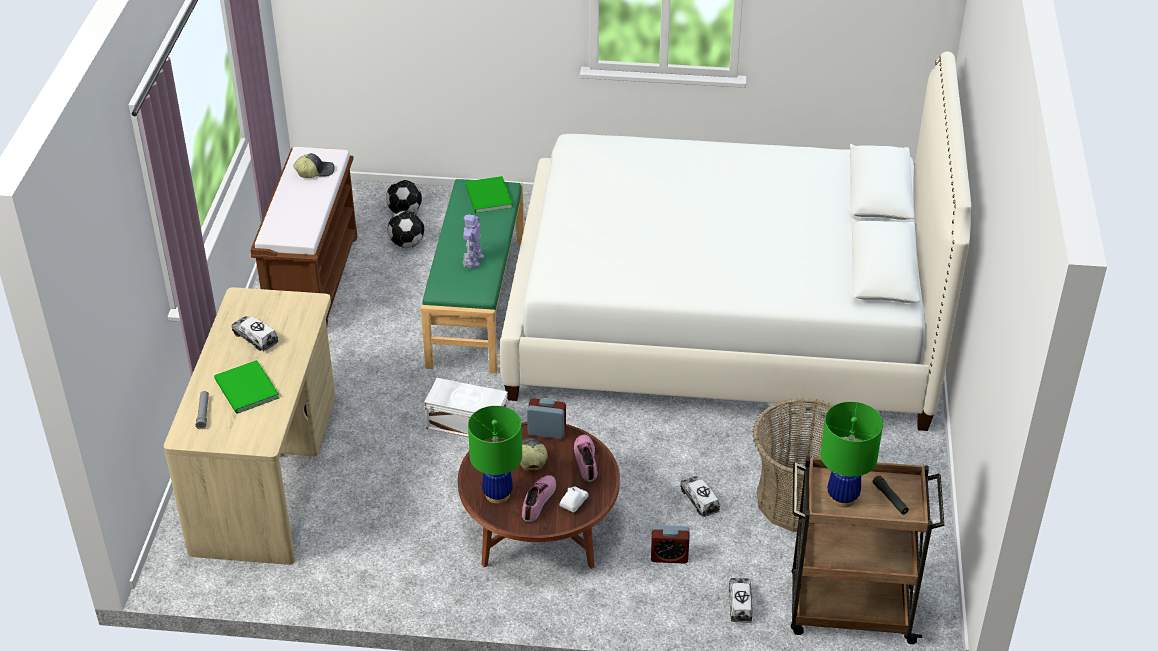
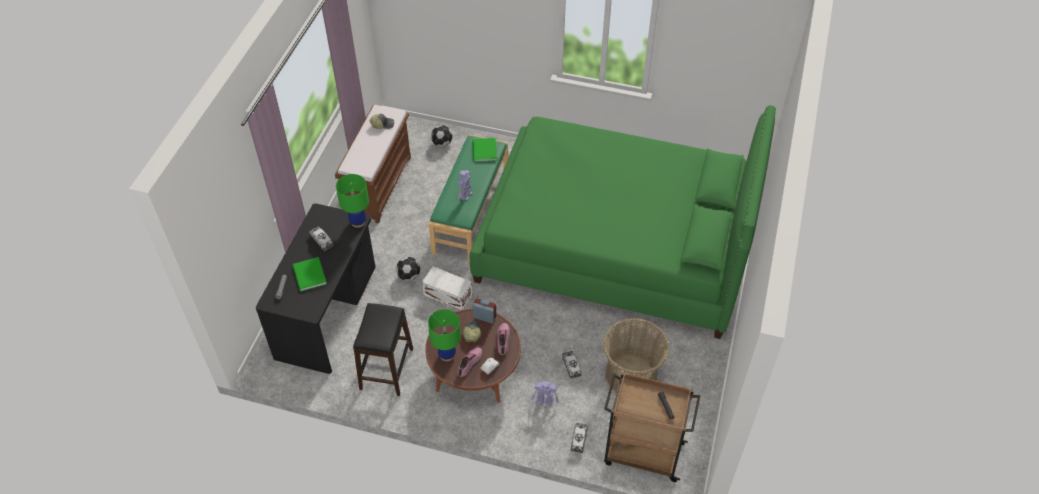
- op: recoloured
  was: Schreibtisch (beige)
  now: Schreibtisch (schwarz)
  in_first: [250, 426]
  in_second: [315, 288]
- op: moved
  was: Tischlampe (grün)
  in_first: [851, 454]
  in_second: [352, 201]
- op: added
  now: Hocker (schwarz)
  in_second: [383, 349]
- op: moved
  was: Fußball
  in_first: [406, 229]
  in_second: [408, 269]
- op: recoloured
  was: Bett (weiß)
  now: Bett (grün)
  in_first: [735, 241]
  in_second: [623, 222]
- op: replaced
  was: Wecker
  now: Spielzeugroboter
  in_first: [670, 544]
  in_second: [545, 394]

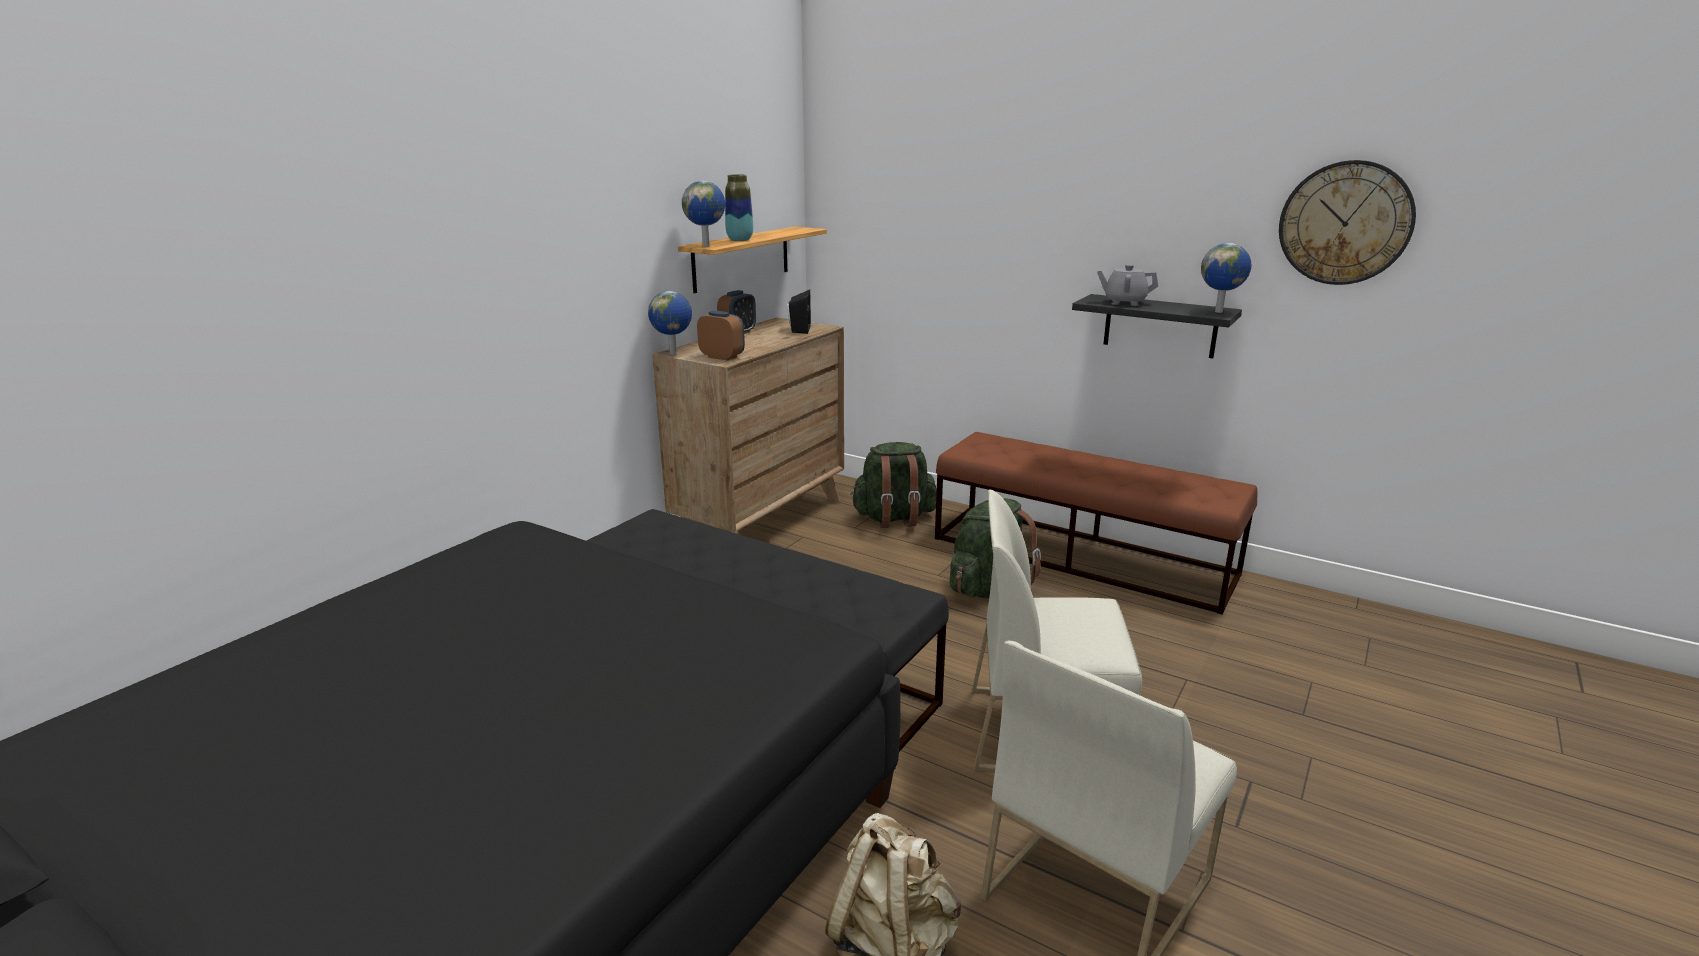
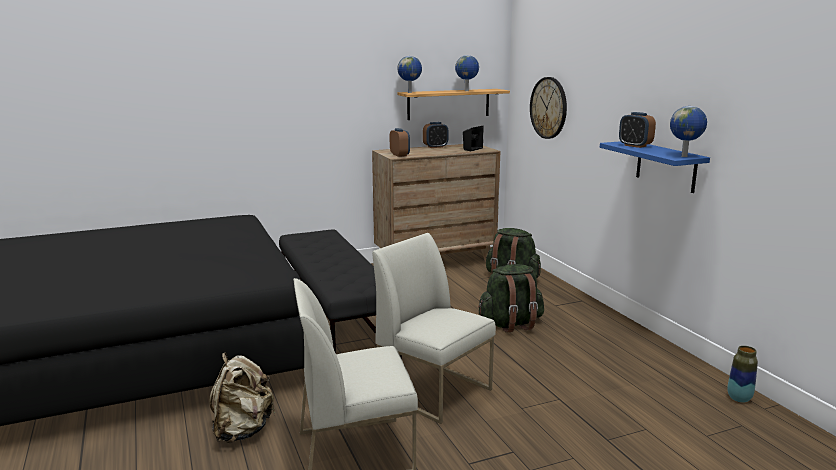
- op: moved
  was: Globus
  in_first: [670, 323]
  in_second: [467, 73]
- op: moved
  was: Wanduhr
  in_first: [1347, 222]
  in_second: [548, 108]
- op: recoloured
  was: Wandregal (schwarz)
  now: Wandregal (blau)
  in_first: [1157, 326]
  in_second: [655, 167]
- op: replaced
  was: Teekanne (grau)
  now: Wecker
  in_first: [1127, 285]
  in_second: [637, 130]
- op: moved
  was: Vase
  in_first: [739, 207]
  in_second: [742, 374]
- op: removed
  was: Bank (braun)
  in_first: [1096, 523]

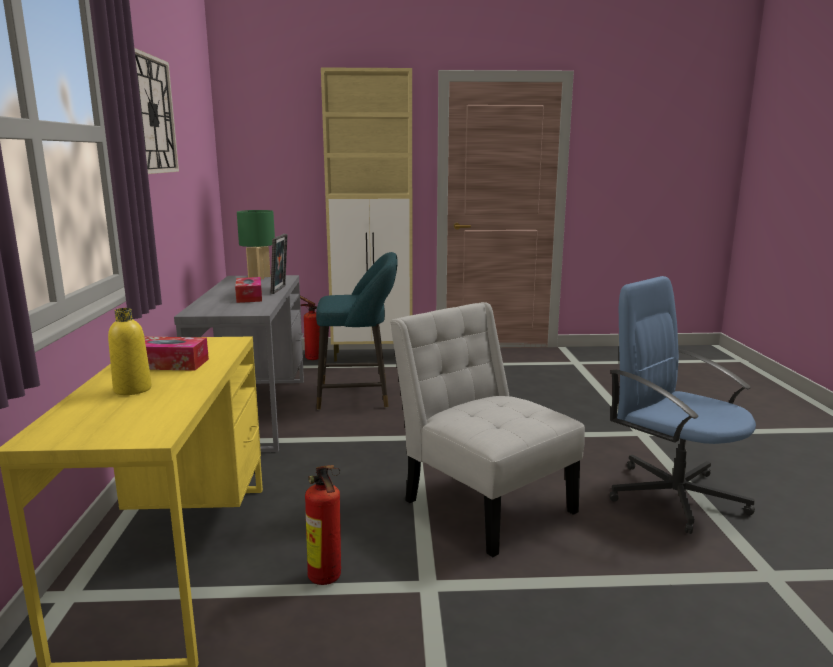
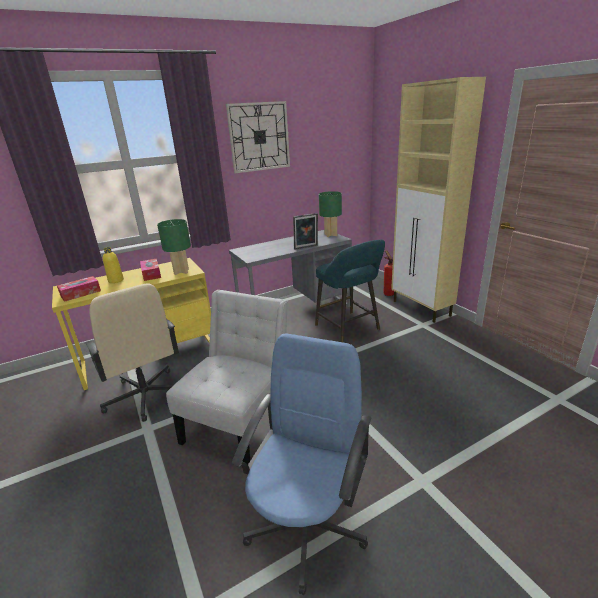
- op: moved
  was: Taschentuchbox
  in_first: [248, 290]
  in_second: [79, 289]
- op: replaced
  was: Feuerlöscher
  now: Bürostuhl (beige)
  in_first: [323, 525]
  in_second: [132, 352]
- op: added
  now: Tischlampe (grün)
  in_second: [174, 247]

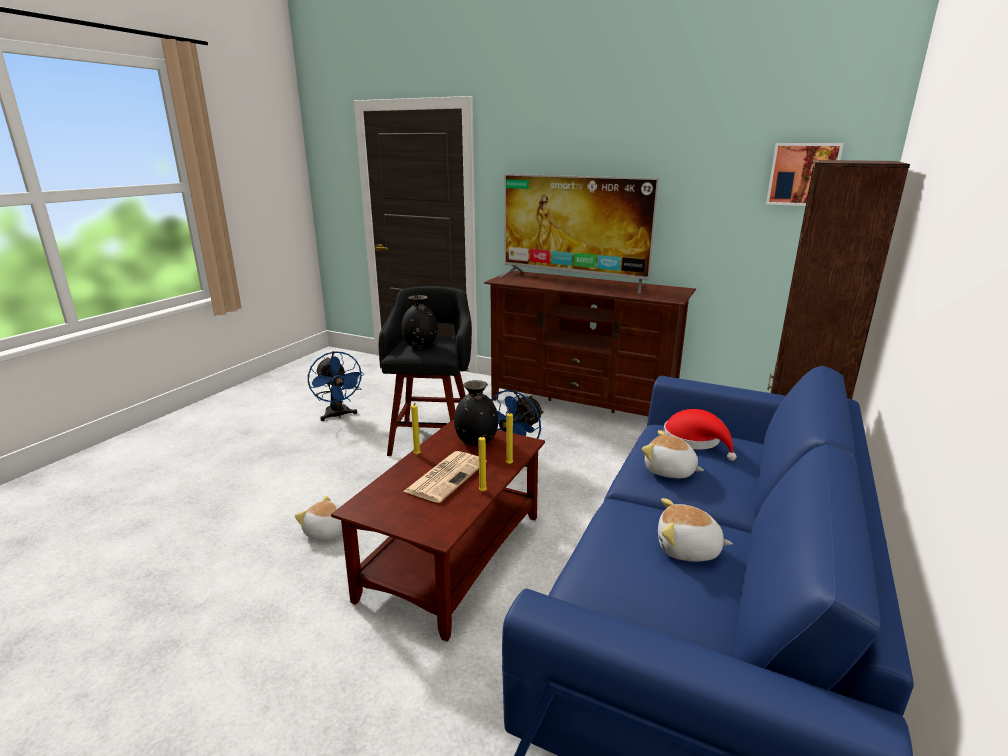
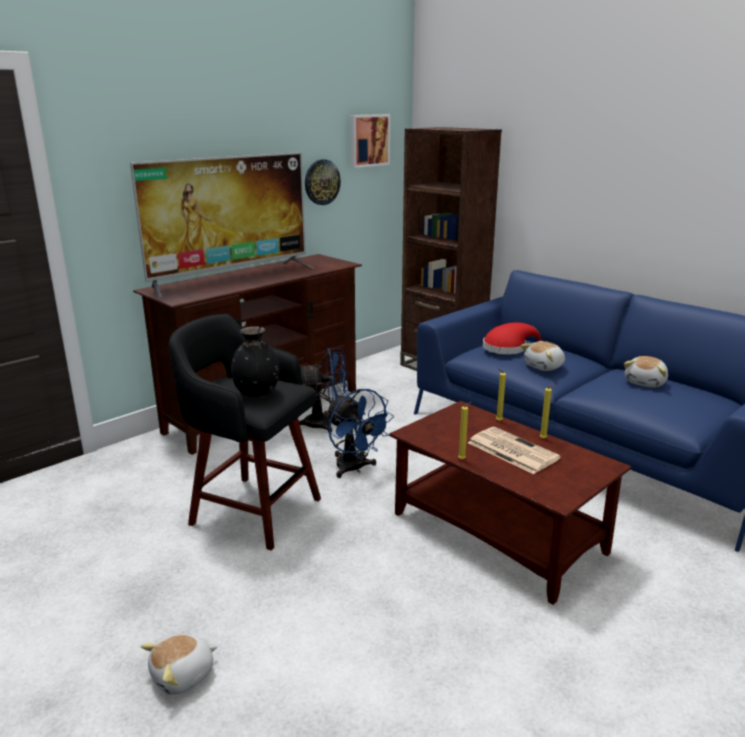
- op: moved
  was: Plüschtier
  in_first: [319, 518]
  in_second: [179, 664]
- op: moved
  was: Ventilator (blau)
  in_first: [336, 386]
  in_second: [323, 390]
- op: added
  now: Wanduhr
  in_second: [323, 182]
- op: removed
  was: Vase (schwarz)
  in_first: [476, 413]

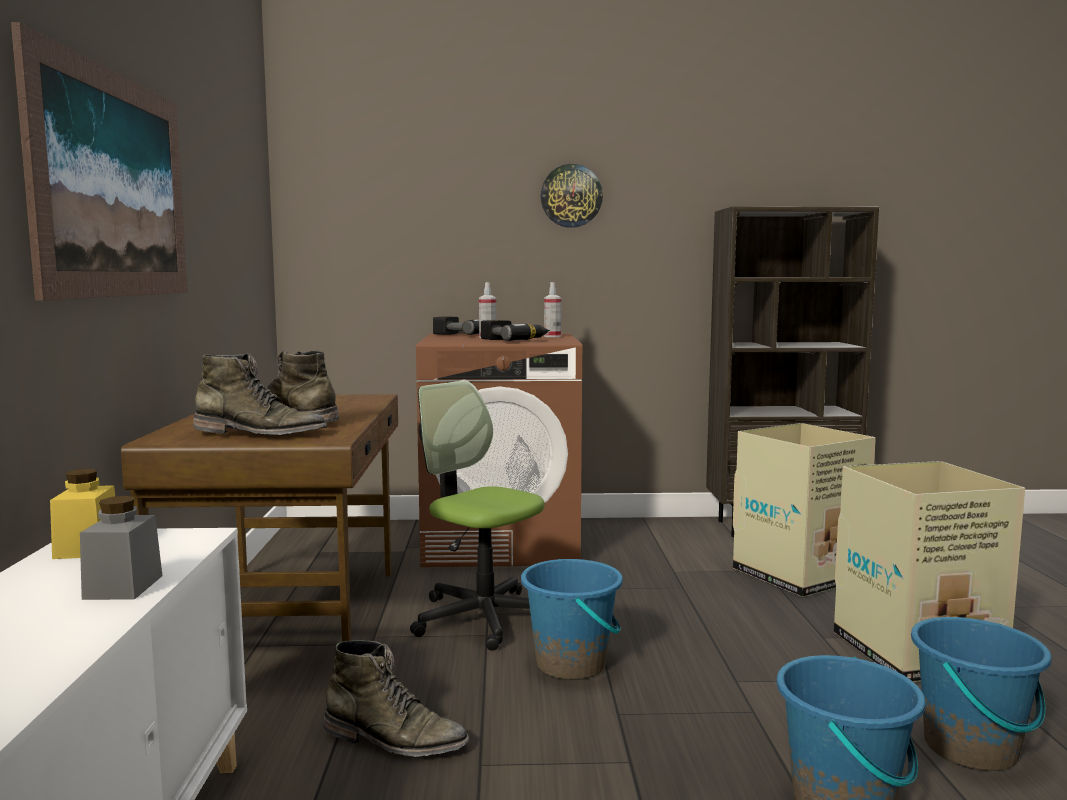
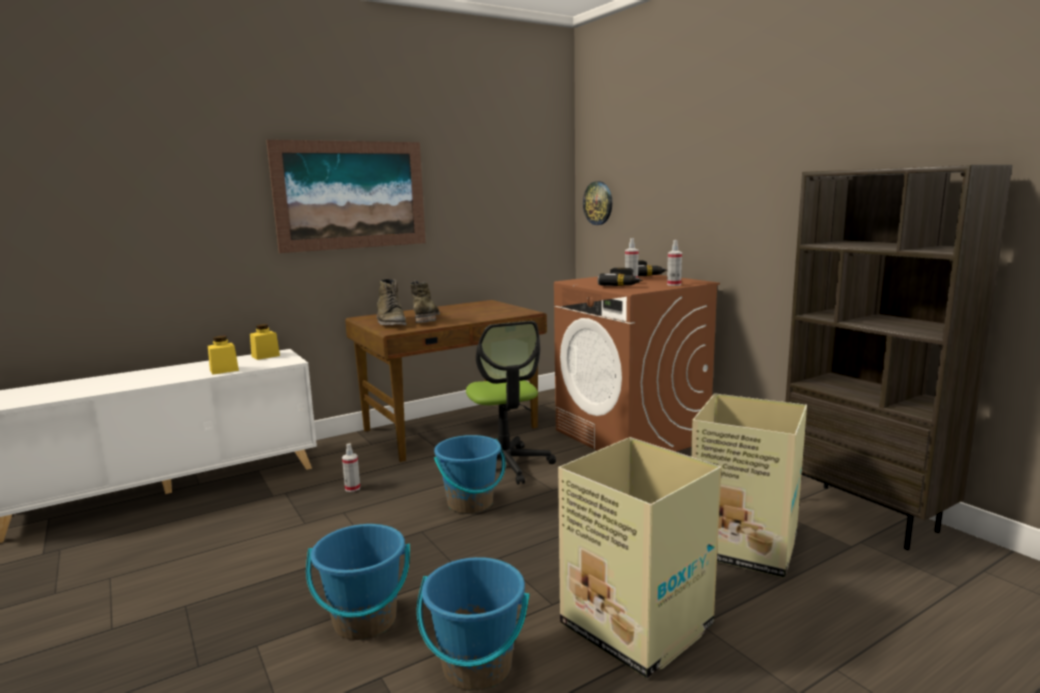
- op: recoloured
  was: Vorratsglas (grau)
  now: Vorratsglas (gelb)
  in_first: [121, 548]
  in_second: [223, 355]
- op: replaced
  was: Stiefel (grün)
  now: Sprühflasche
  in_first: [396, 698]
  in_second: [351, 468]
- op: turned
  was: Bürostuhl
  in_first: [477, 516]
  in_second: [511, 403]
  clockwise: 150
- op: moved
  was: Wanduhr
  in_first: [572, 196]
  in_second: [597, 203]

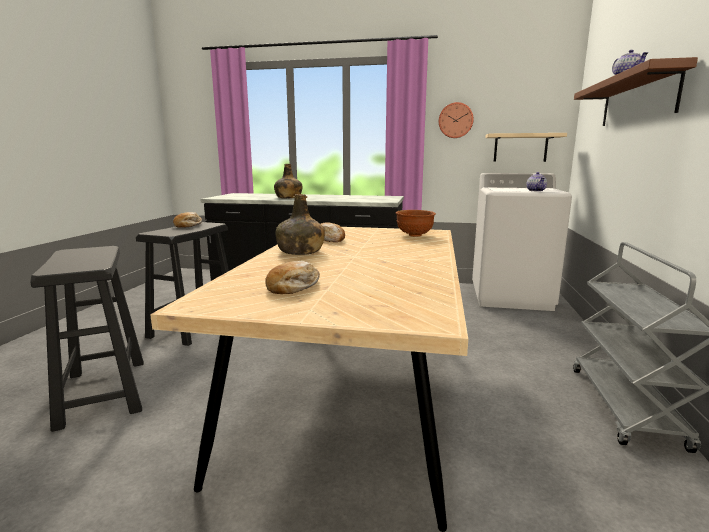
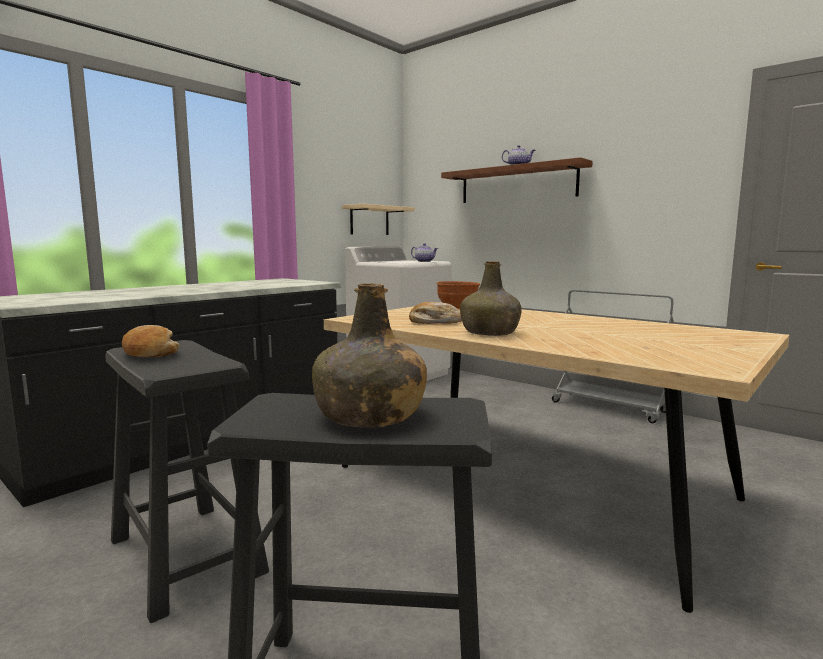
- op: moved
  was: Flasche (grün)
  in_first: [288, 181]
  in_second: [369, 355]
- op: removed
  was: Brot
  in_first: [292, 277]
- op: removed
  was: Wanduhr
  in_first: [456, 120]

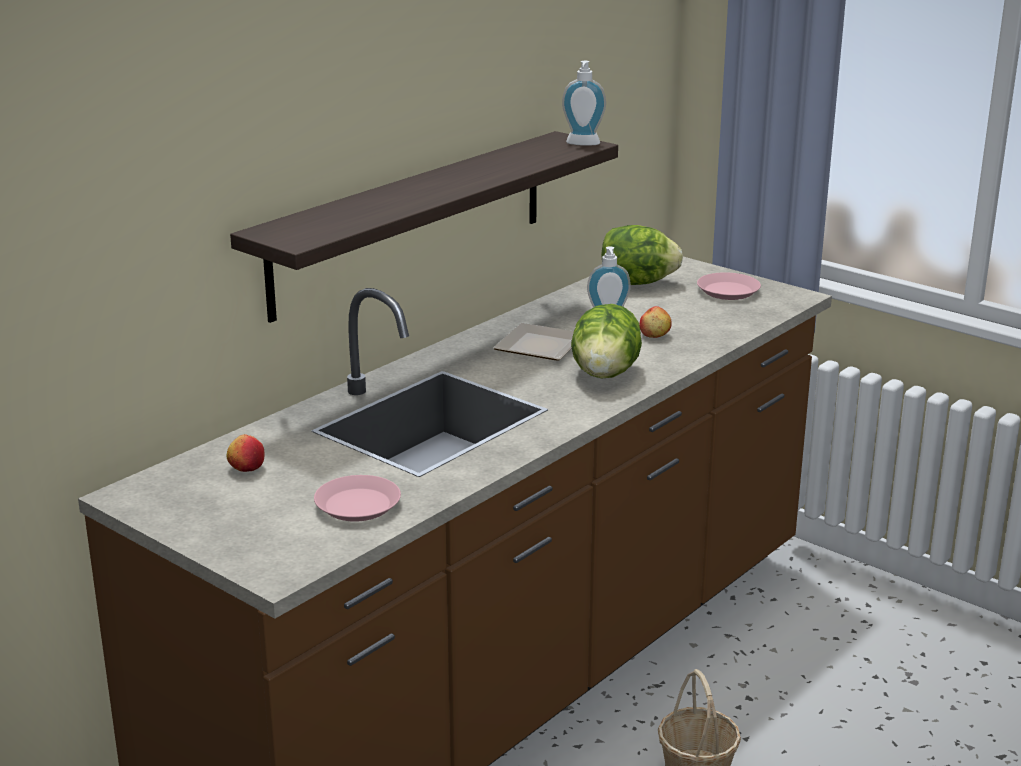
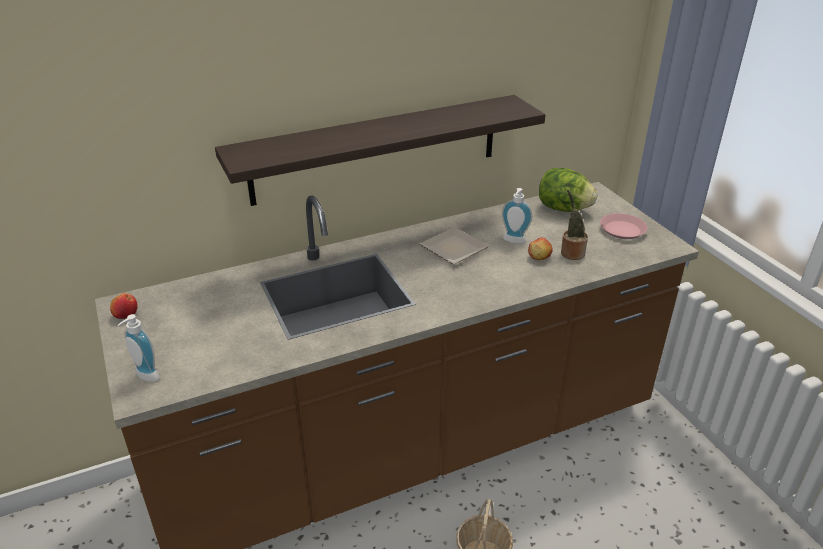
- op: moved
  was: Apfel
  in_first: [245, 453]
  in_second: [124, 306]
- op: moved
  was: Seifenspender
  in_first: [584, 103]
  in_second: [138, 348]
- op: added
  now: Topfpflanze
  in_second: [574, 224]
- op: removed
  was: Teller (rosa)
  in_first: [357, 498]
- op: removed
  was: Salatkopf
  in_first: [606, 341]

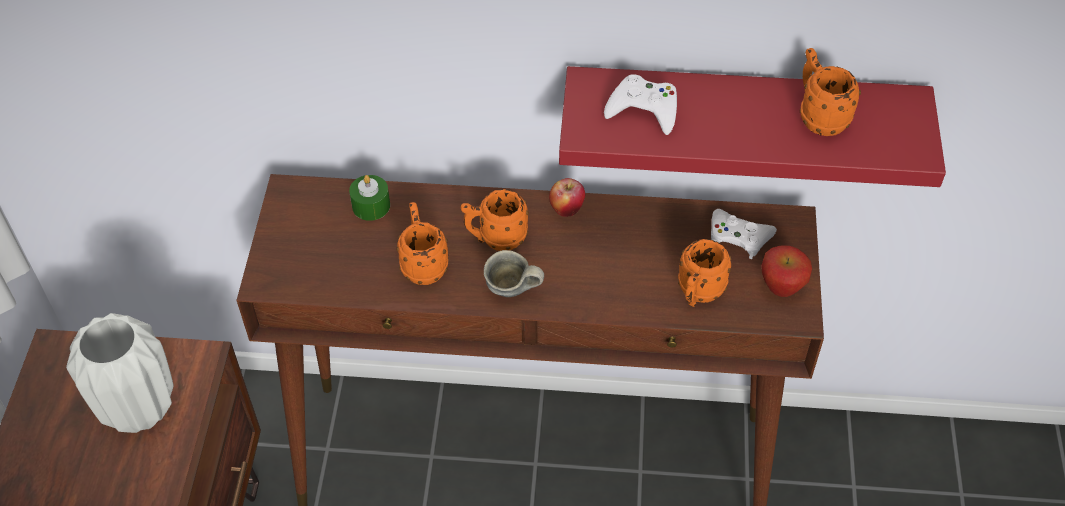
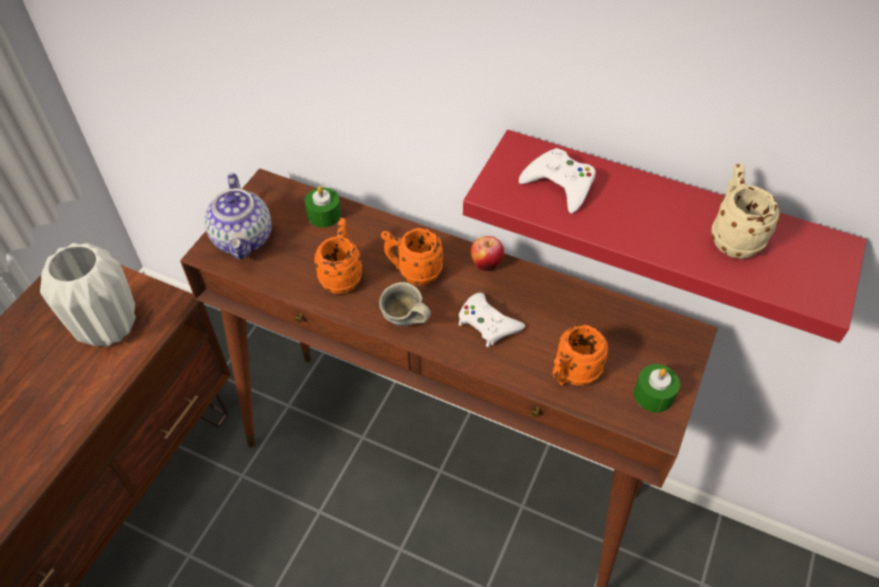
- op: added
  now: Teekanne
  in_second: [238, 216]
- op: moved
  was: Gamepad (weiß)
  in_first: [744, 234]
  in_second: [492, 320]
- op: replaced
  was: Apfel
  now: Kerze (grün)
  in_first: [786, 271]
  in_second: [657, 388]
- op: recoloured
  was: Henkelbecher (orange)
  now: Henkelbecher (beige)
  in_first: [830, 92]
  in_second: [745, 211]

